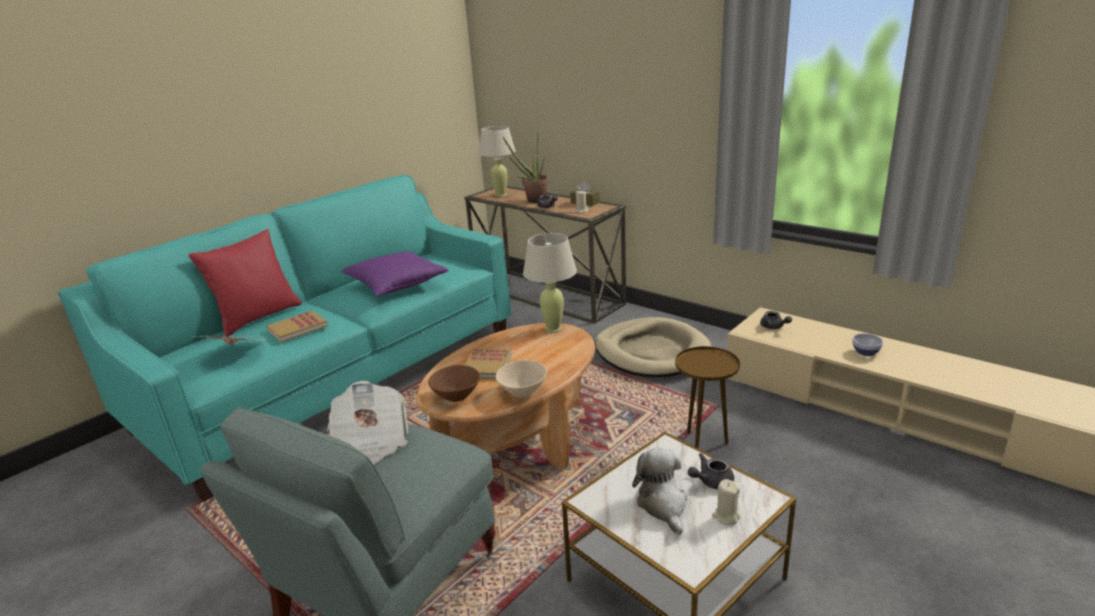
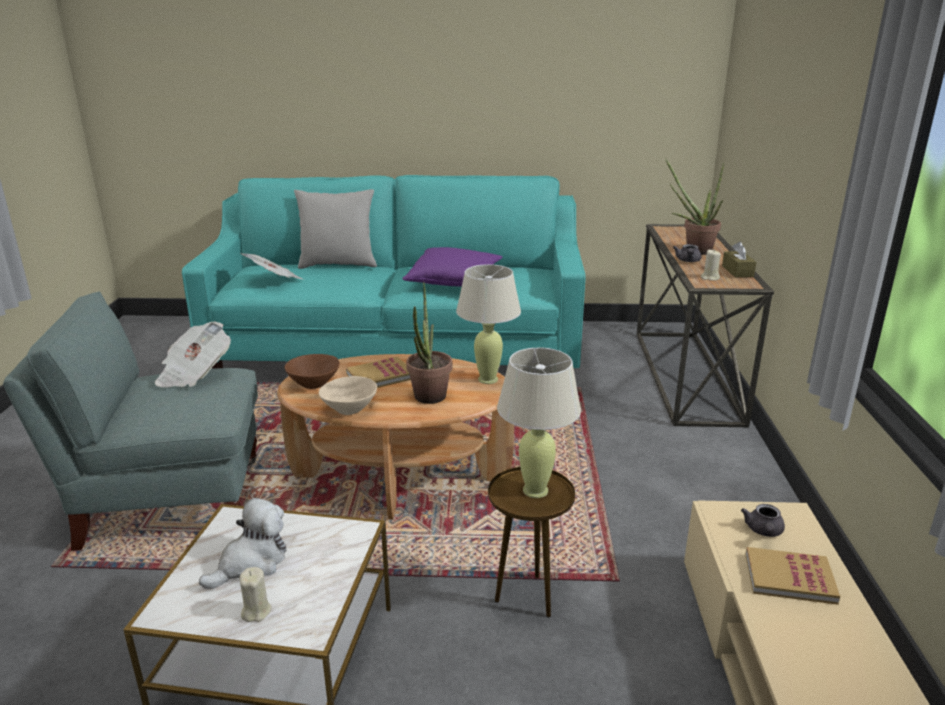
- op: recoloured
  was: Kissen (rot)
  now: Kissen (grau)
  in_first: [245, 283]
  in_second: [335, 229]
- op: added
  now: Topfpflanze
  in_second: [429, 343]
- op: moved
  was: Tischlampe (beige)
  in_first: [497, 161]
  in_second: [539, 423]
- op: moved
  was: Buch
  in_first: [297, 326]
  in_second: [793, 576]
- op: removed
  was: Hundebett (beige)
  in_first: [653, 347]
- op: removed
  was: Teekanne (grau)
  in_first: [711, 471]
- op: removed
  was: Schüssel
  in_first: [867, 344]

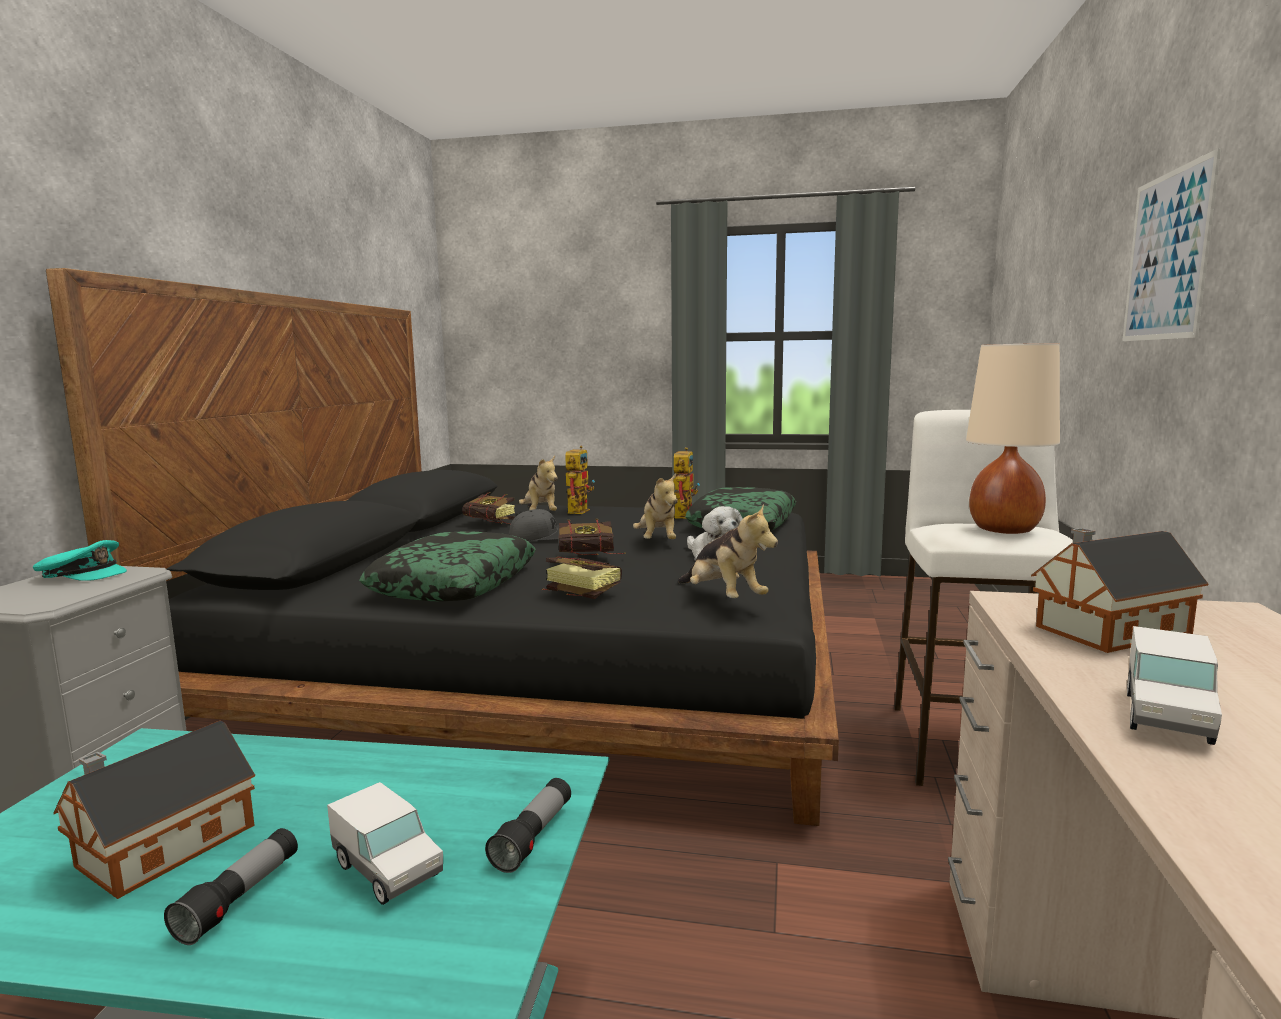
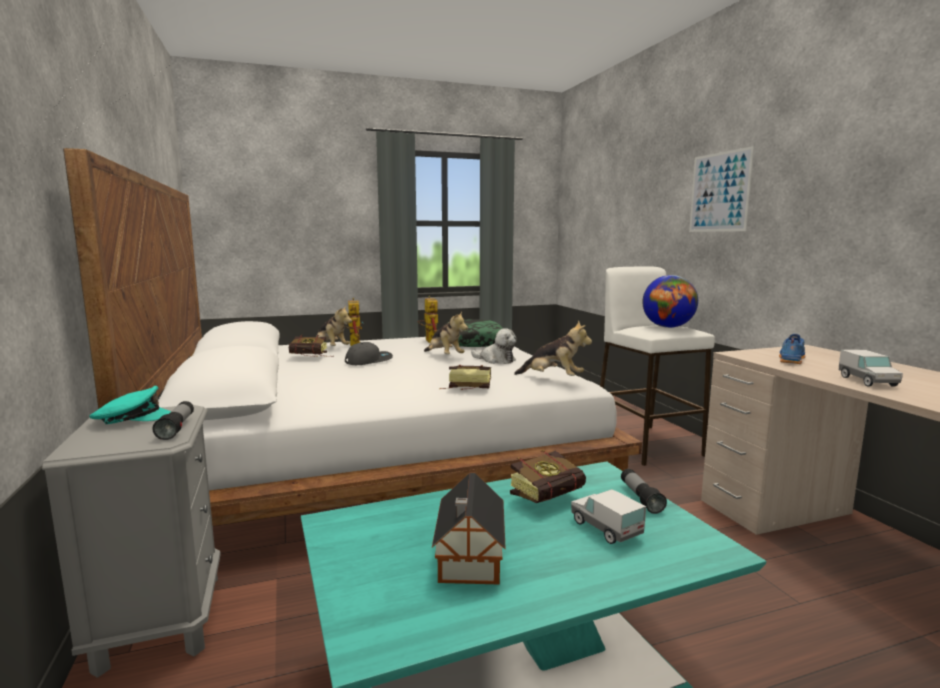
- op: recoloured
  was: Bett (schwarz)
  now: Bett (weiß)
  in_first: [442, 547]
  in_second: [352, 337]
- op: moved
  was: Taschenlampe
  in_first: [231, 886]
  in_second: [173, 420]
- op: moved
  was: Buch
  in_first: [592, 537]
  in_second: [548, 476]
- op: turned
  was: Spielzeuglaster
  in_first: [385, 843]
  in_second: [608, 516]
  clockwise: -135
- op: replaced
  was: Tischlampe (beige)
  now: Globus
  in_first: [1013, 438]
  in_second: [670, 301]
- op: replaced
  was: Spielzeughaus
  now: Schuh (blau)
  in_first: [1119, 590]
  in_second: [792, 349]
- op: removed
  was: Kissen
  in_first: [447, 566]

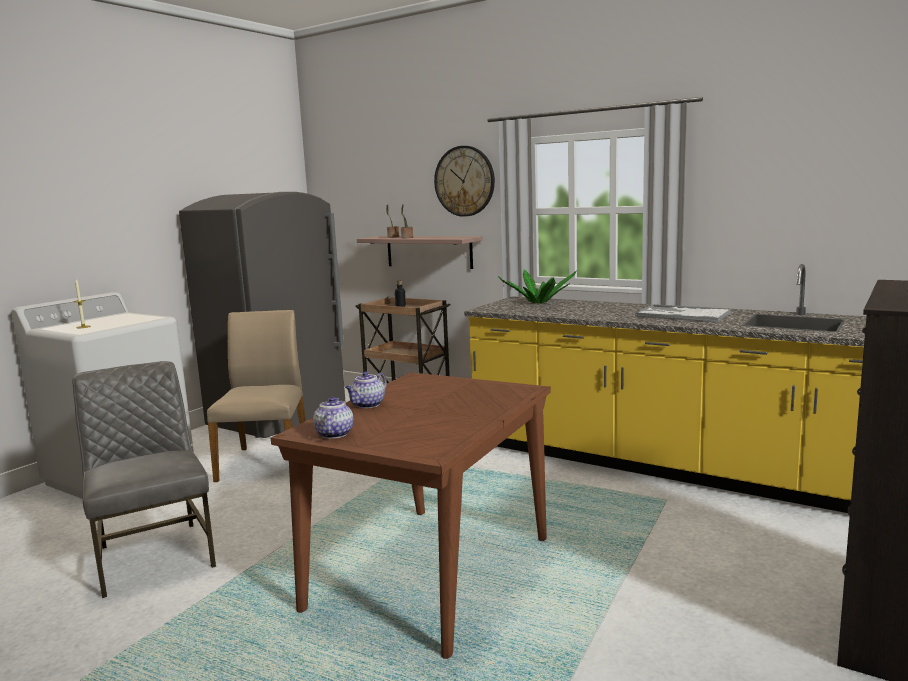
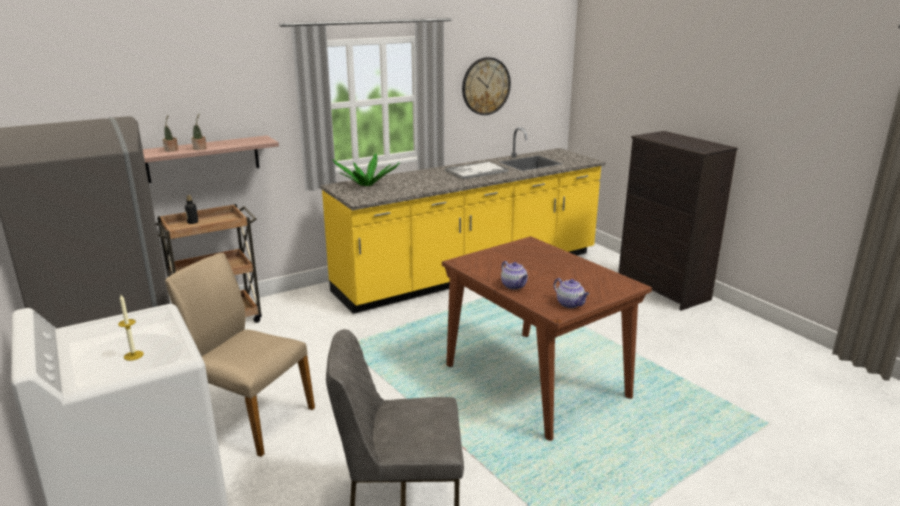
- op: moved
  was: Wanduhr
  in_first: [464, 181]
  in_second: [486, 86]
- op: turned
  was: Teekanne
  in_first: [333, 418]
  in_second: [571, 293]
  clockwise: -150

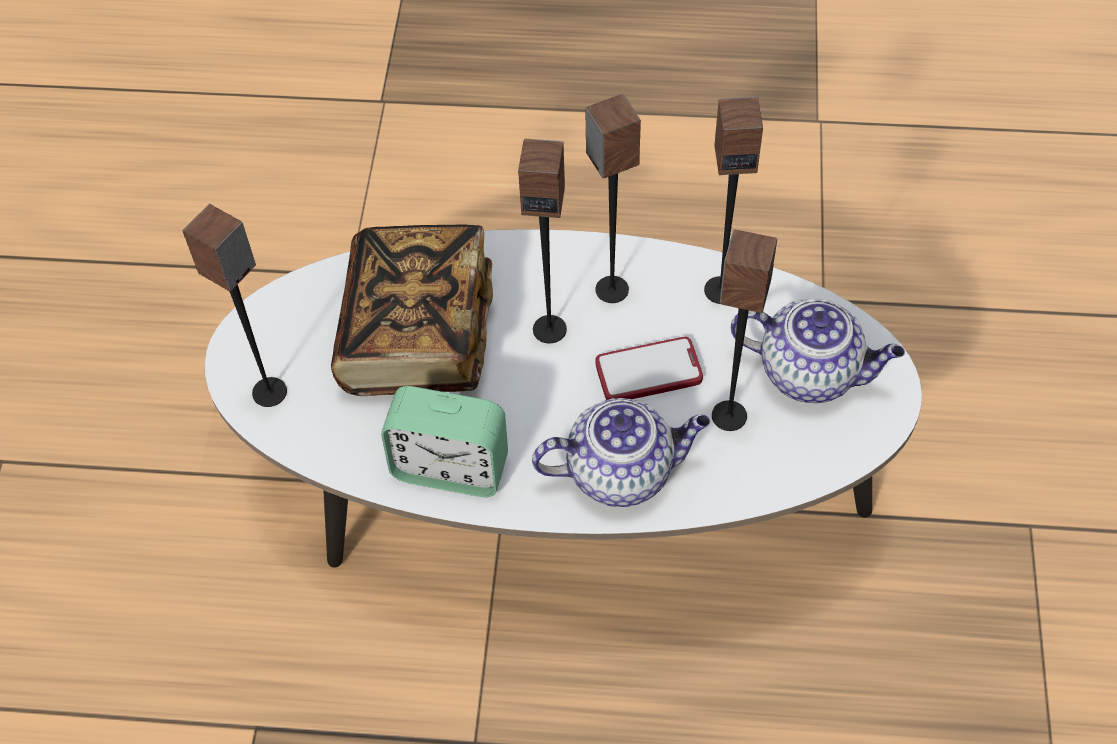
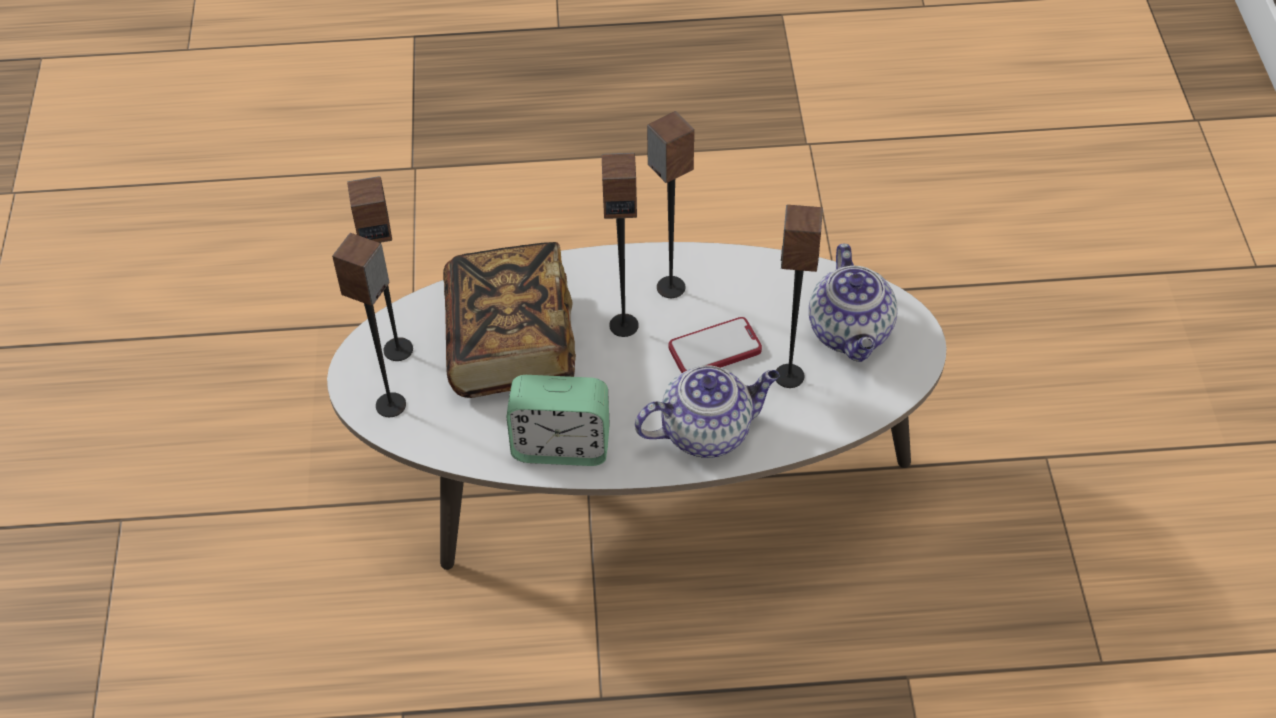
- op: moved
  was: Lautsprecher
  in_first: [733, 200]
  in_second: [380, 268]
- op: turned
  was: Teekanne
  in_first: [818, 351]
  in_second: [853, 302]
  clockwise: 75

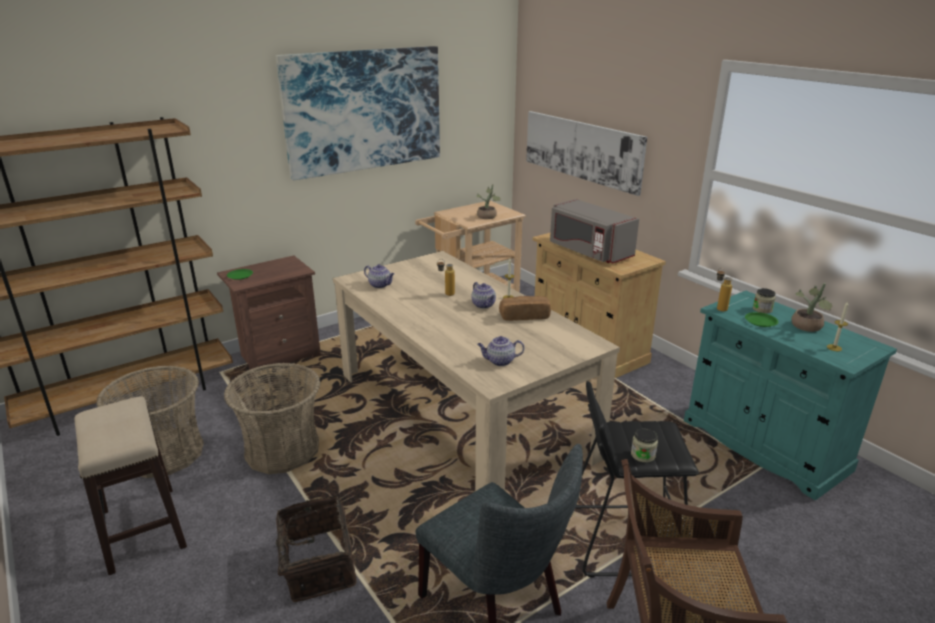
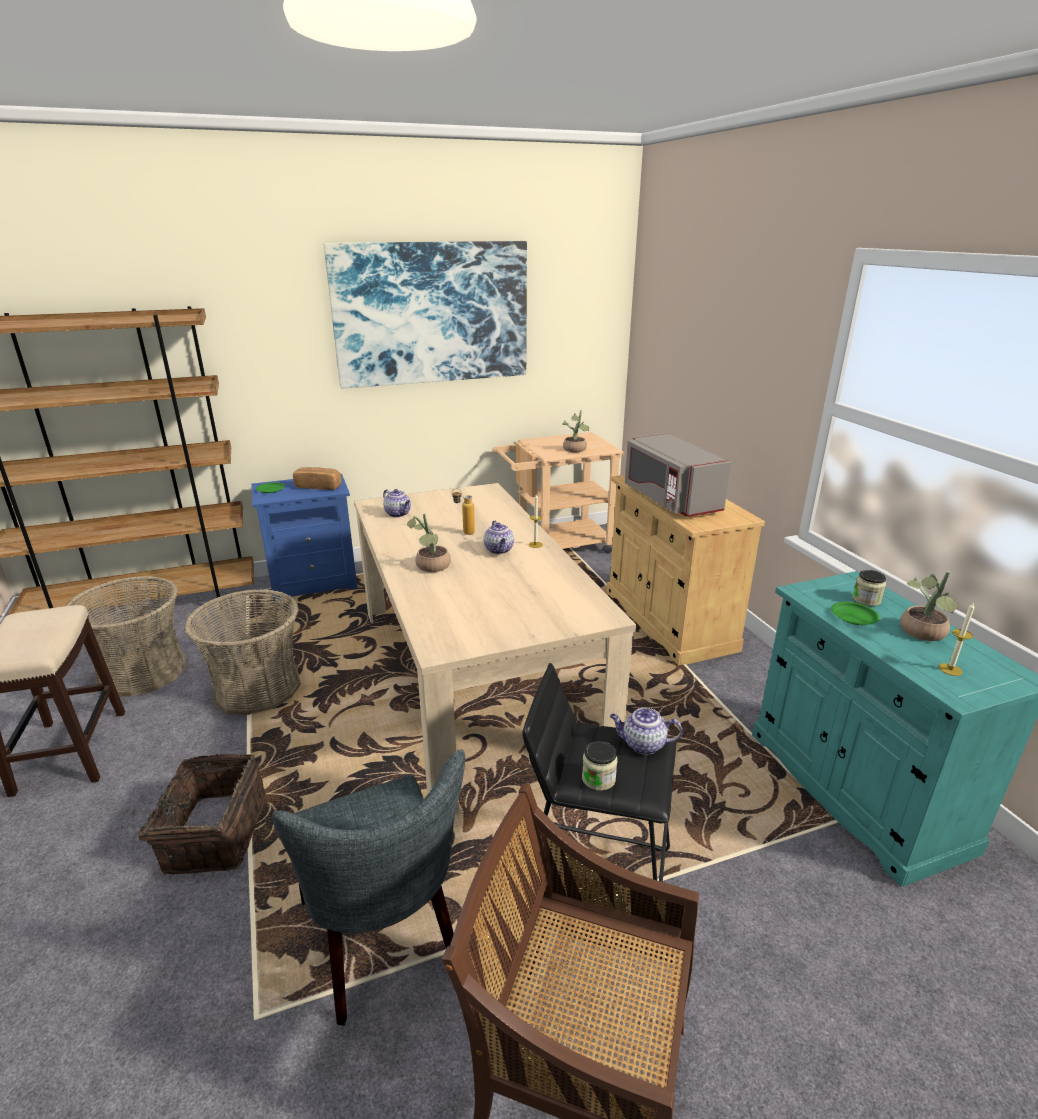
- op: recoloured
  was: Nachttisch (braun)
  now: Nachttisch (blau)
  in_first: [269, 316]
  in_second: [304, 538]
- op: moved
  was: Brot
  in_first: [525, 308]
  in_second: [317, 478]
- op: added
  now: Topfpflanze
  in_second: [429, 542]
- op: moved
  was: Teekanne
  in_first: [500, 351]
  in_second: [646, 731]
- op: removed
  was: Bild
  in_first: [586, 153]
- op: removed
  was: Flasche
  in_first: [724, 290]

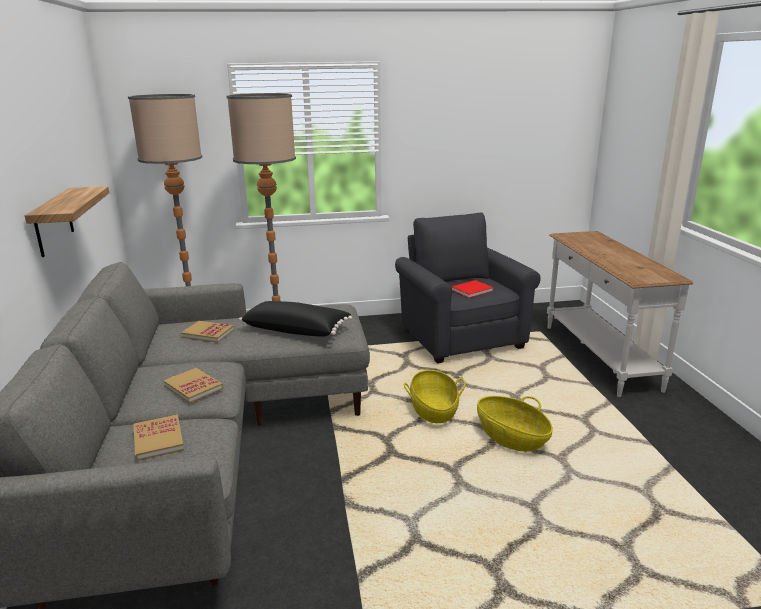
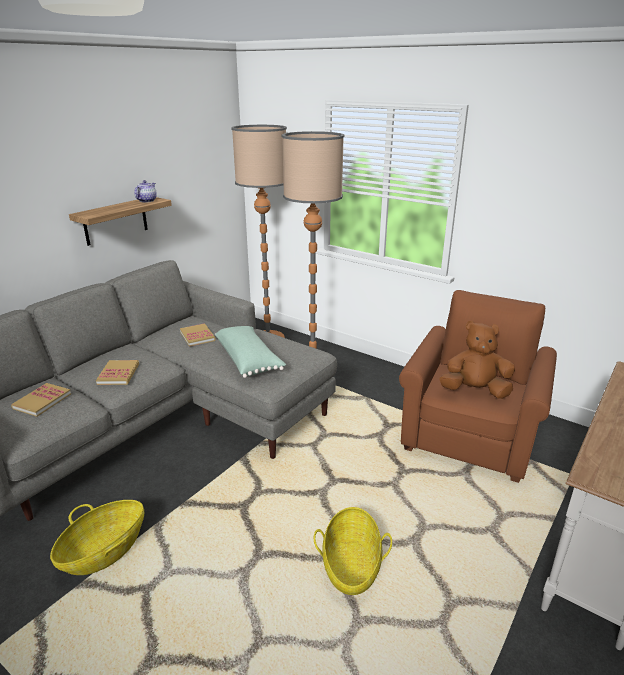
- op: moved
  was: Korb
  in_first: [435, 396]
  in_second: [97, 537]
- op: added
  now: Teekanne
  in_second: [145, 191]
- op: recoloured
  was: Kissen (schwarz)
  now: Kissen (grün)
  in_first: [295, 319]
  in_second: [250, 352]
- op: recoloured
  was: Sessel (grau)
  now: Sessel (braun)
  in_first: [468, 287]
  in_second: [478, 386]
- op: replaced
  was: Buch (rot)
  now: Plüschtier (braun)
  in_first: [472, 289]
  in_second: [477, 360]

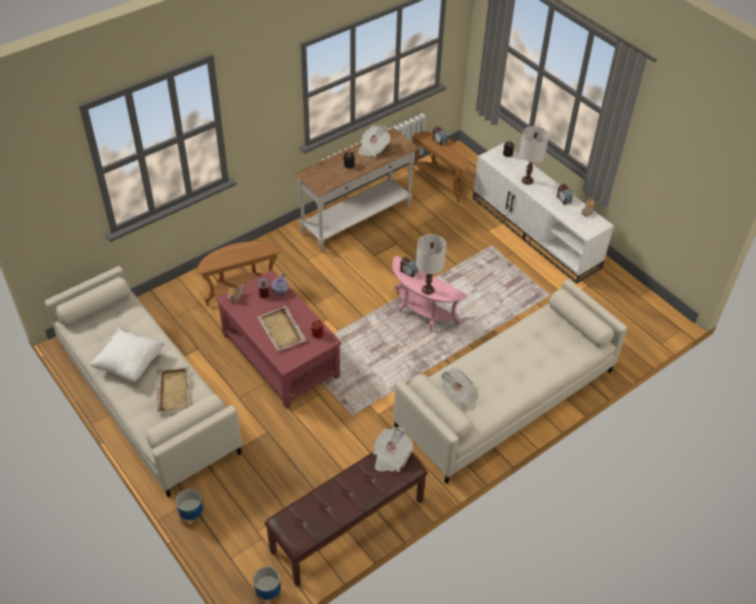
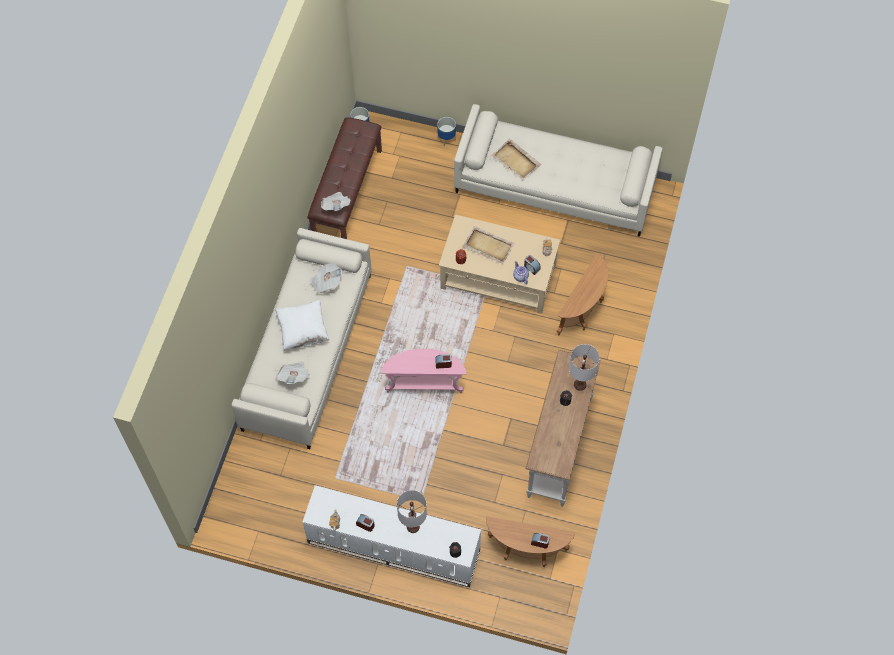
- op: moved
  was: Kissen (weiß)
  in_first: [128, 354]
  in_second: [302, 325]
- op: moved
  was: Zeitung
  in_first: [374, 141]
  in_second: [293, 373]
- op: recoloured
  was: Couchtisch (rot)
  now: Couchtisch (beige)
  in_first: [279, 339]
  in_second: [499, 264]
- op: moved
  was: Tischlampe (weiß)
  in_first: [431, 264]
  in_second: [584, 367]

